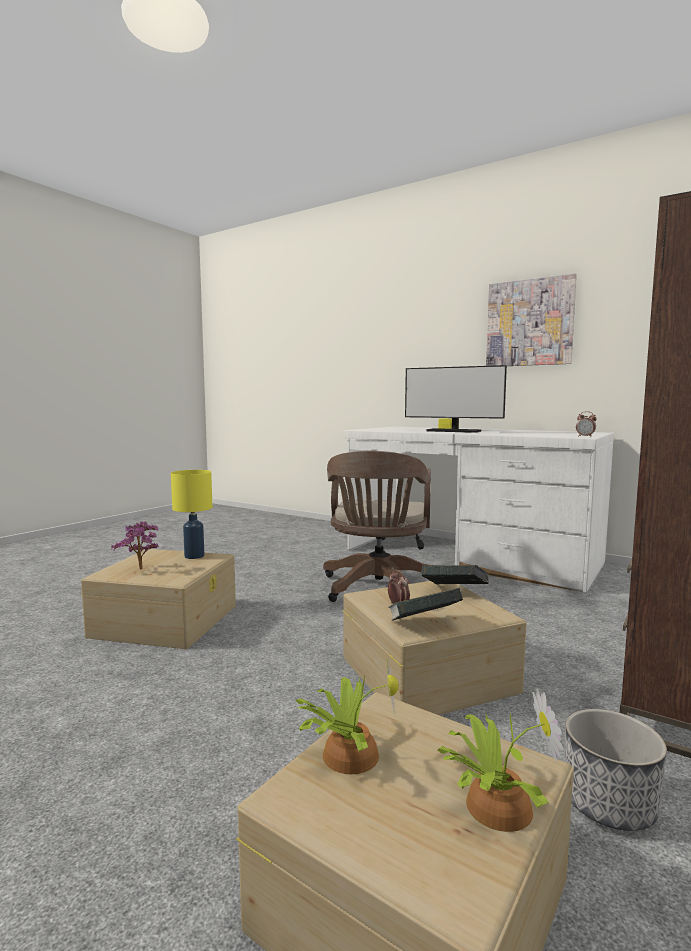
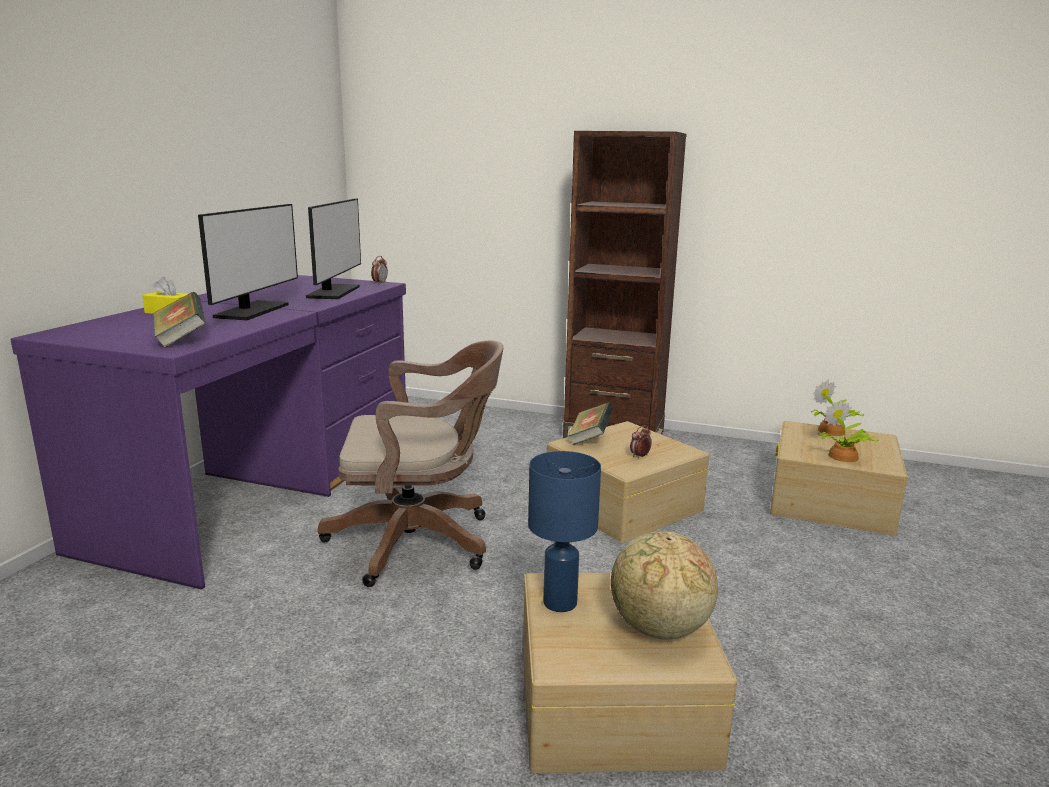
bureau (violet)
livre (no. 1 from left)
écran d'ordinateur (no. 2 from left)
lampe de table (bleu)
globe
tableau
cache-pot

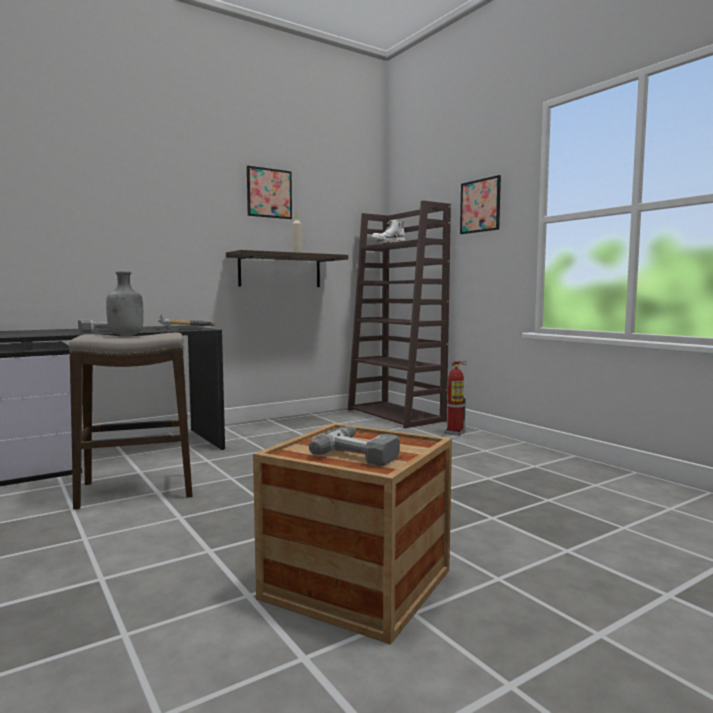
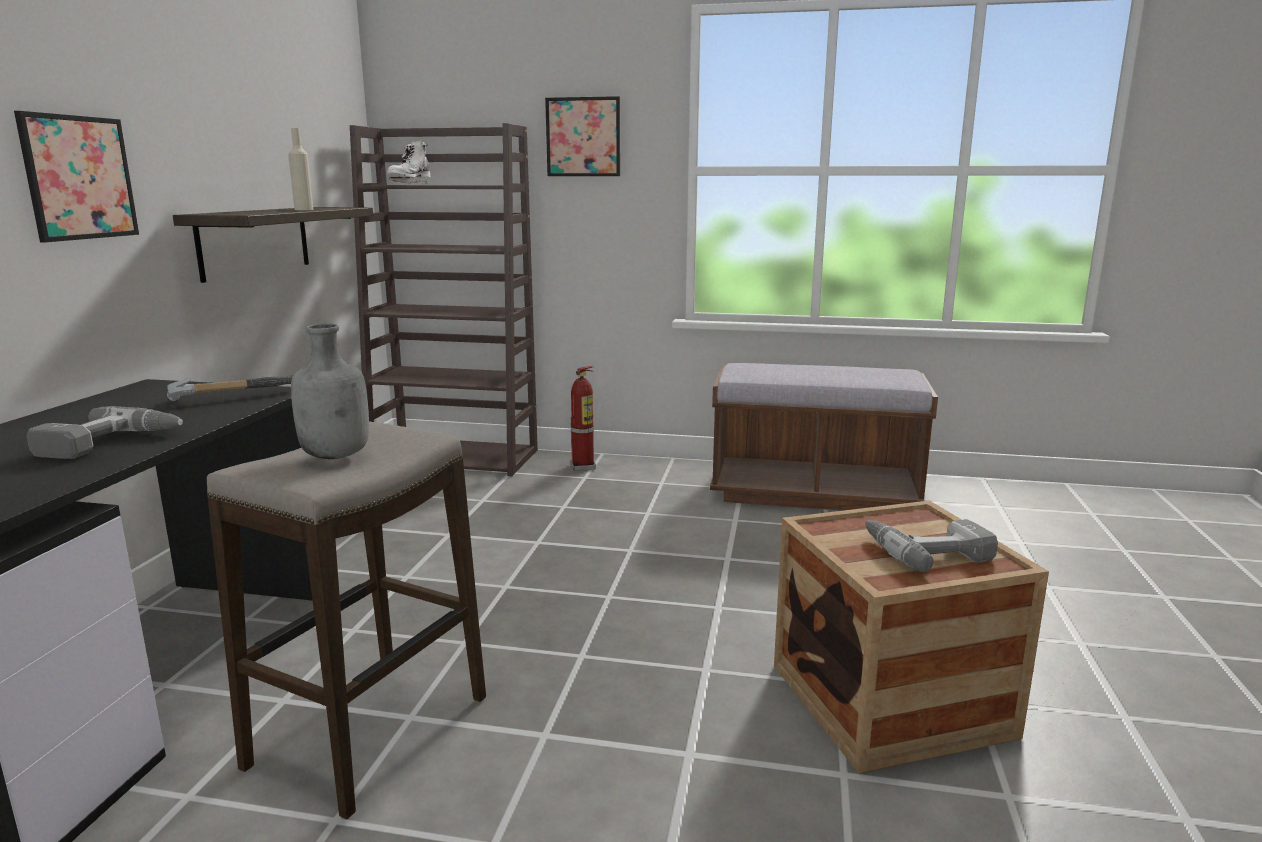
tableau (no. 1 from left)
banc (marron)

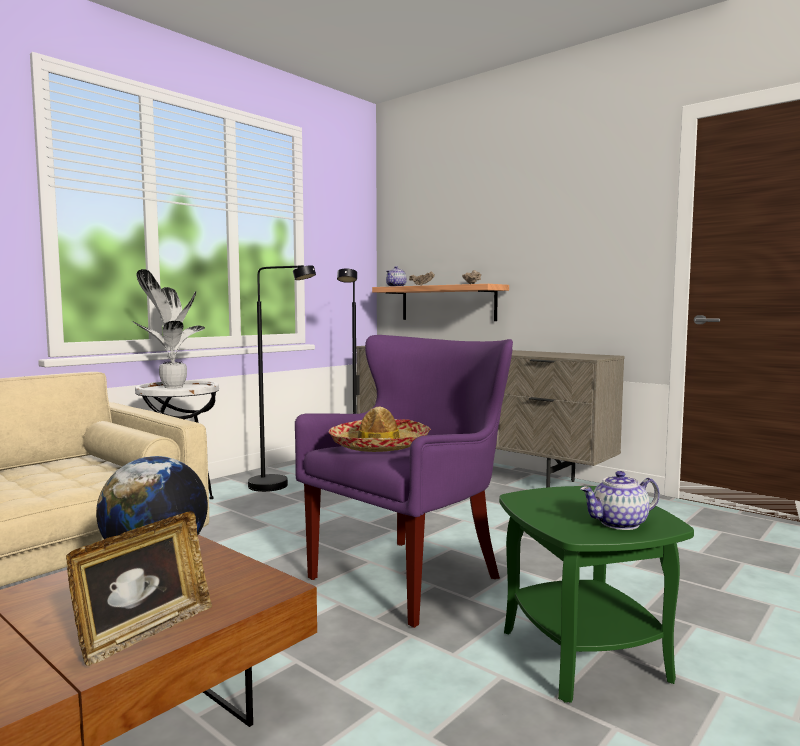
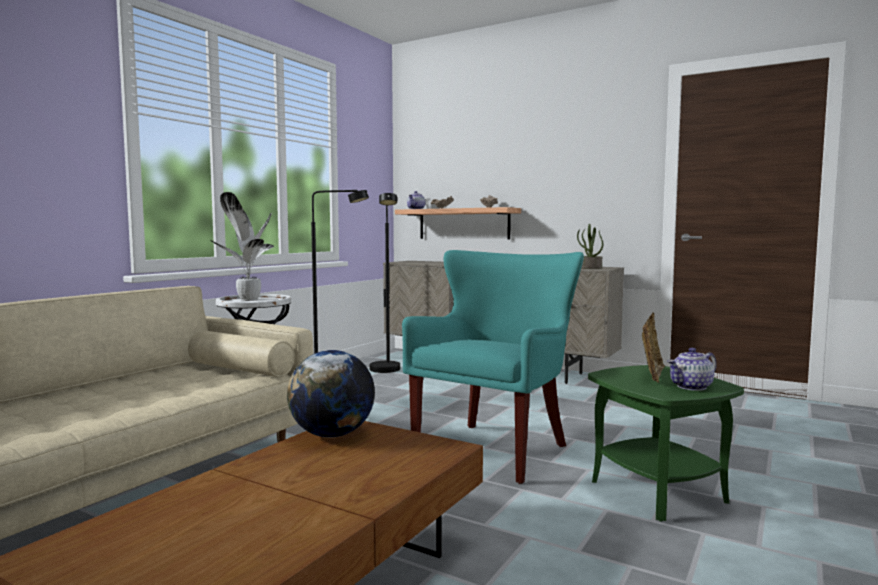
fauteuil (turquoise)
plante en pot (no. 2 from left)
cadre photo
chapeau

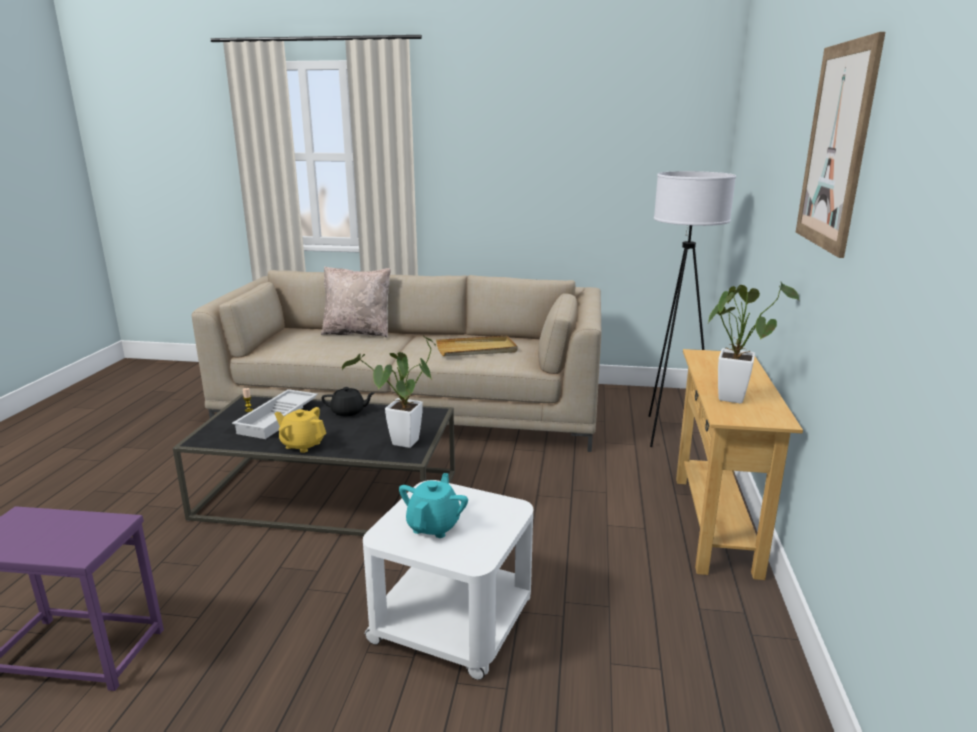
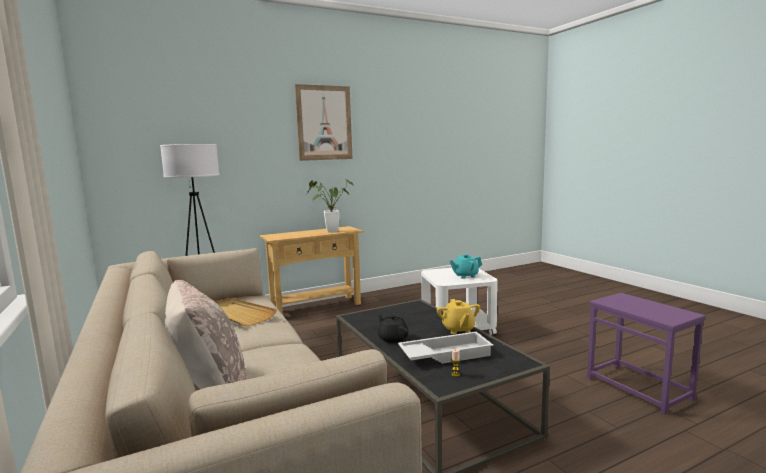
plante en pot (no. 1 from left in the first image)

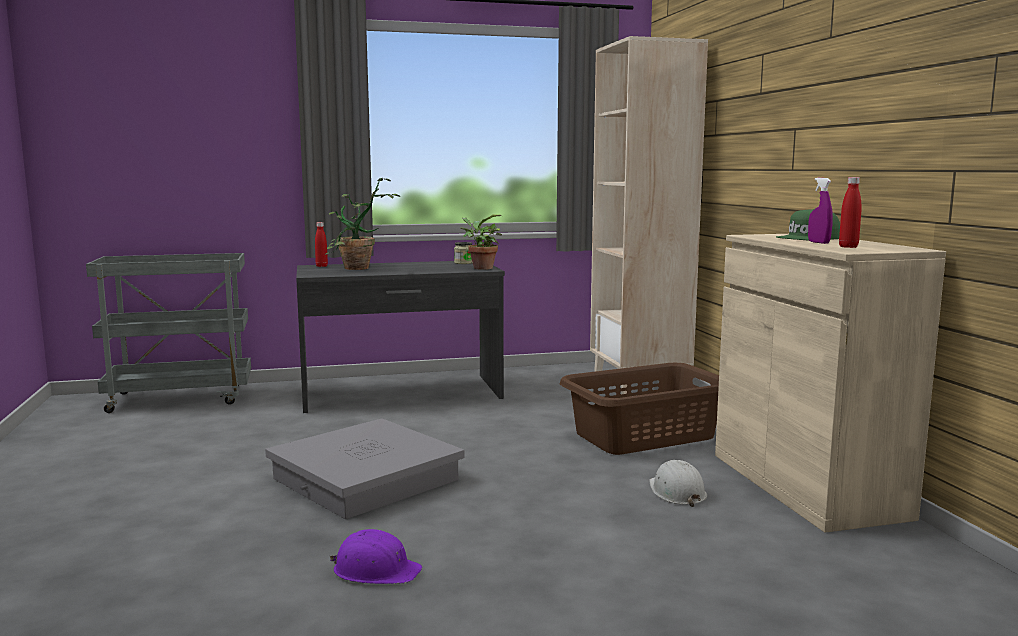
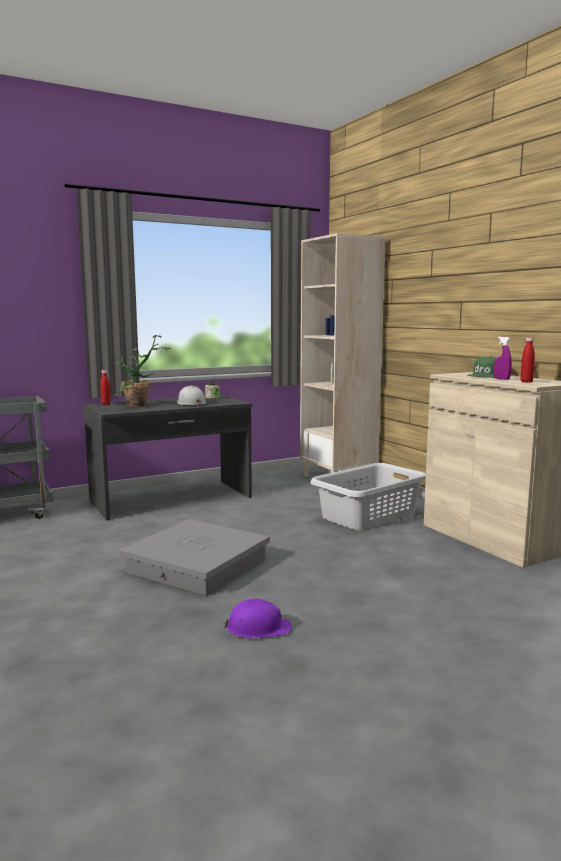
casque de chantier (blanc)
panier à linge (gris)
plante en pot (no. 2 from left in the first image)

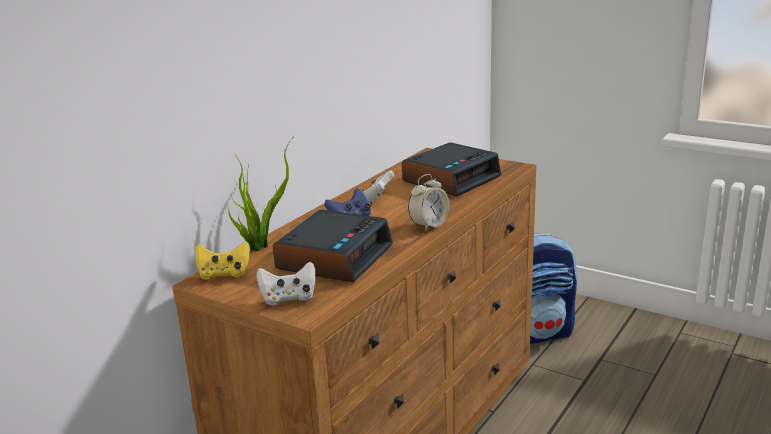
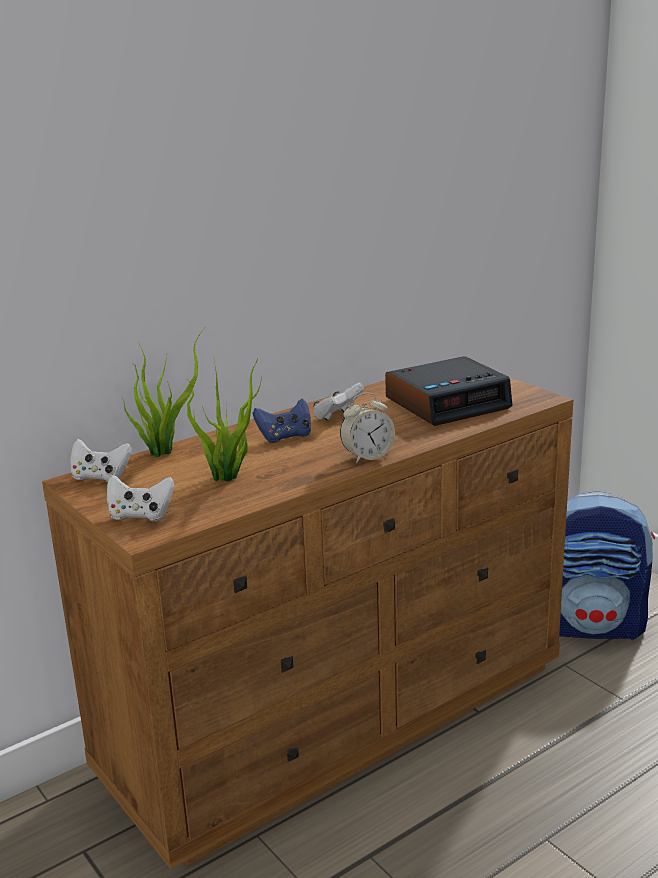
manette (blanc) (no. 1 from left)
plante en pot (no. 2 from left)

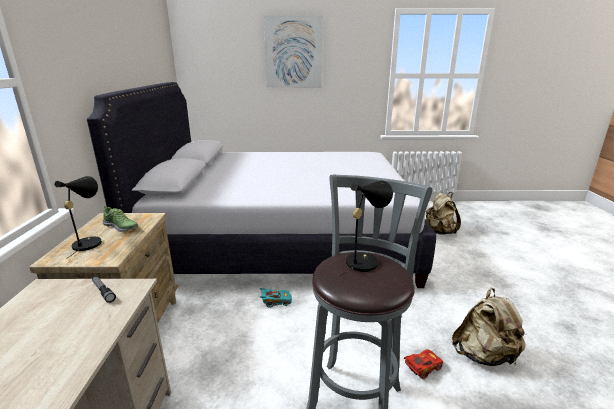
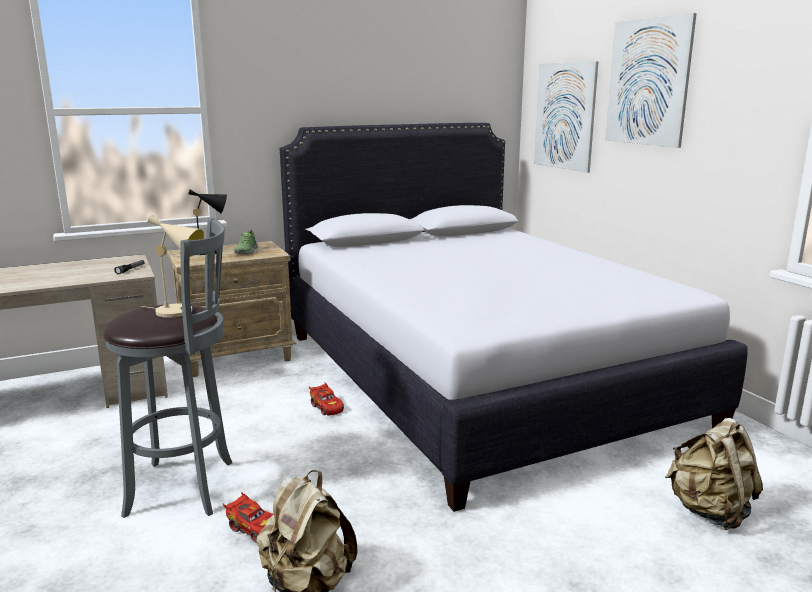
lampe de table (beige)
petite voiture (rouge) (no. 2 from left)
tableau (no. 1 from left)

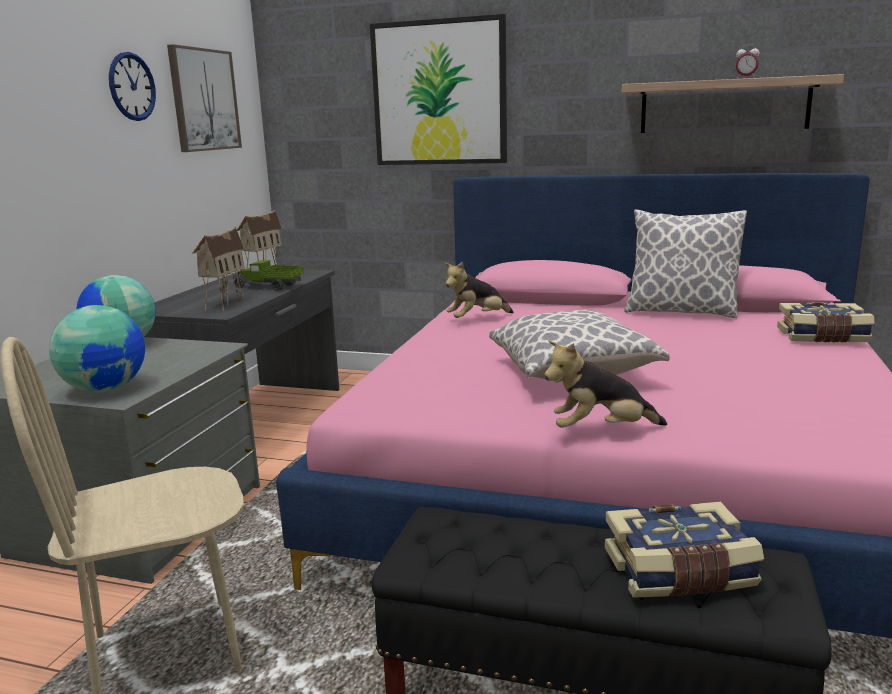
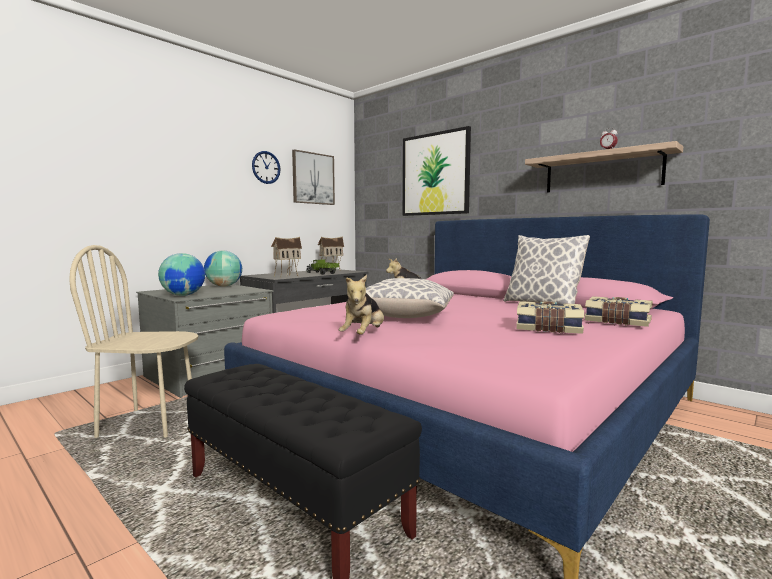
peluche (no. 1 from left)
livre (no. 1 from left)

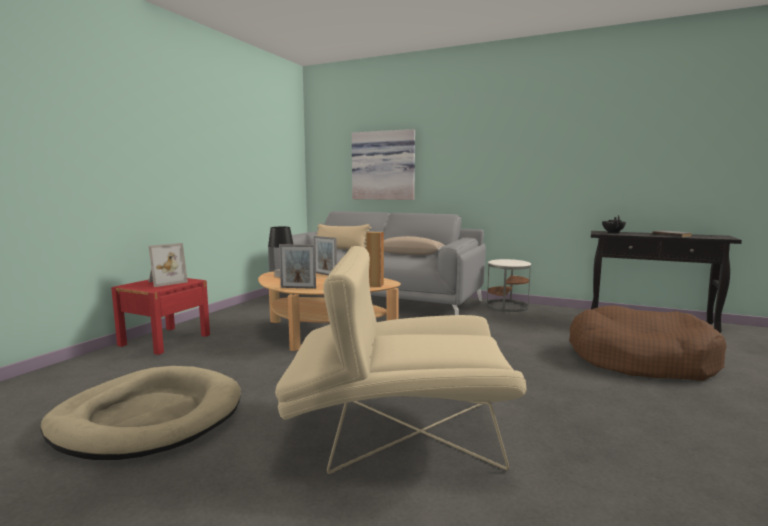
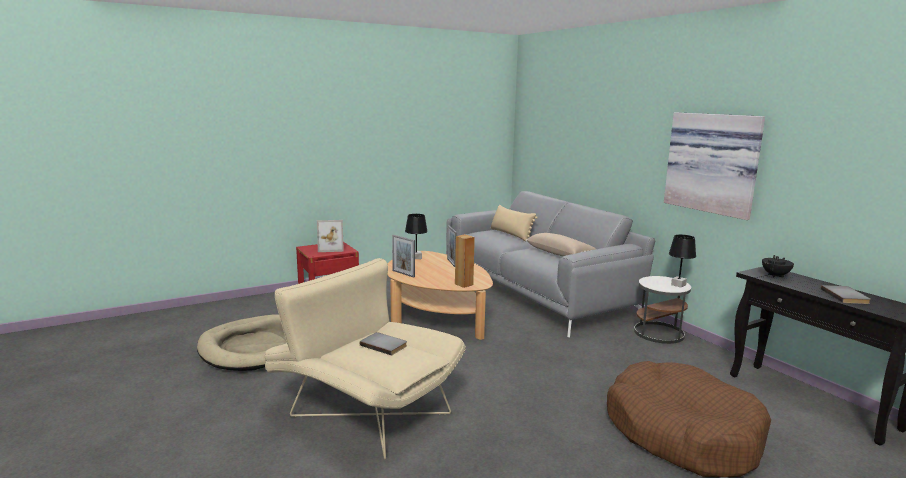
livre (gris) (no. 1 from left)
tableau
lampe de table (noir) (no. 2 from left)

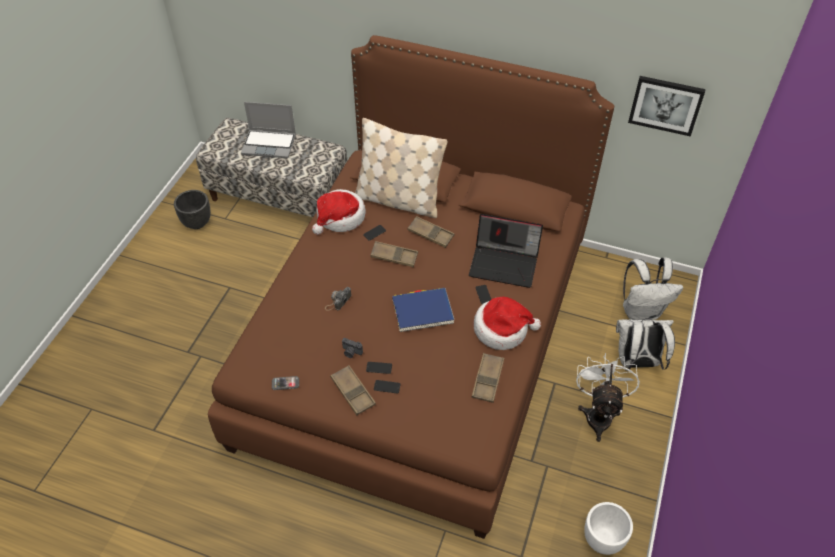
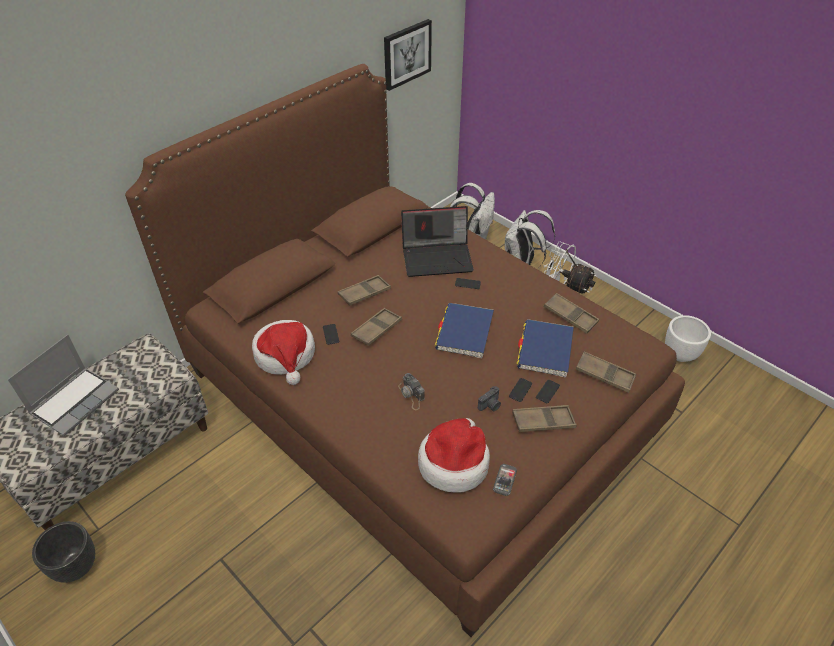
ordinateur portable (no. 2 from left)
chapeau (no. 2 from left)
livre (bleu) (no. 2 from left)
plateau (marron) (no. 5 from left)
coussin (beige)

